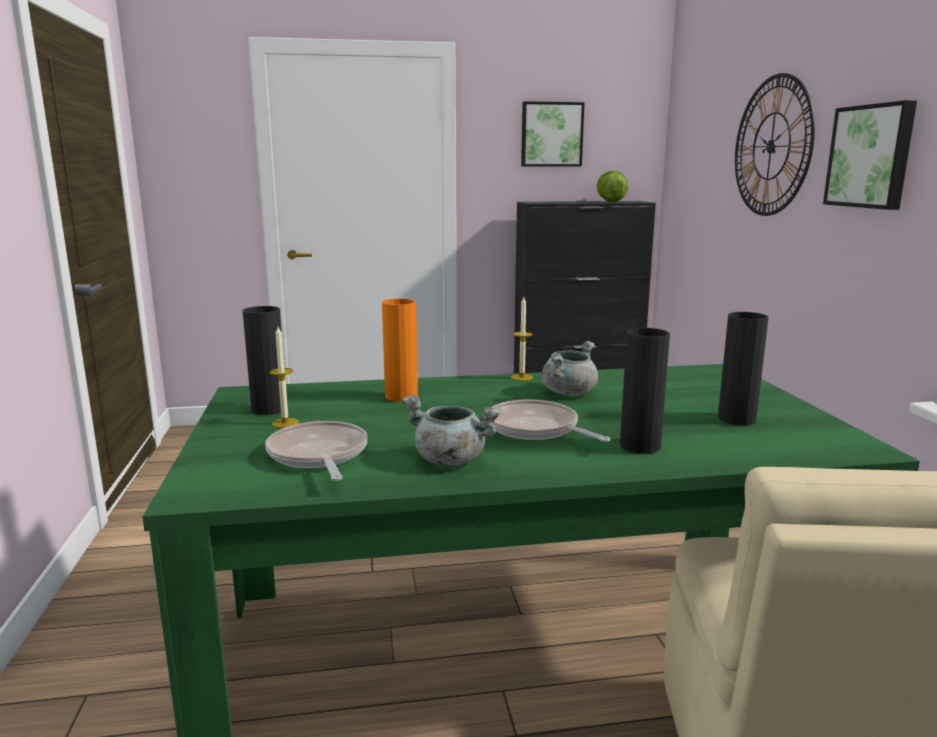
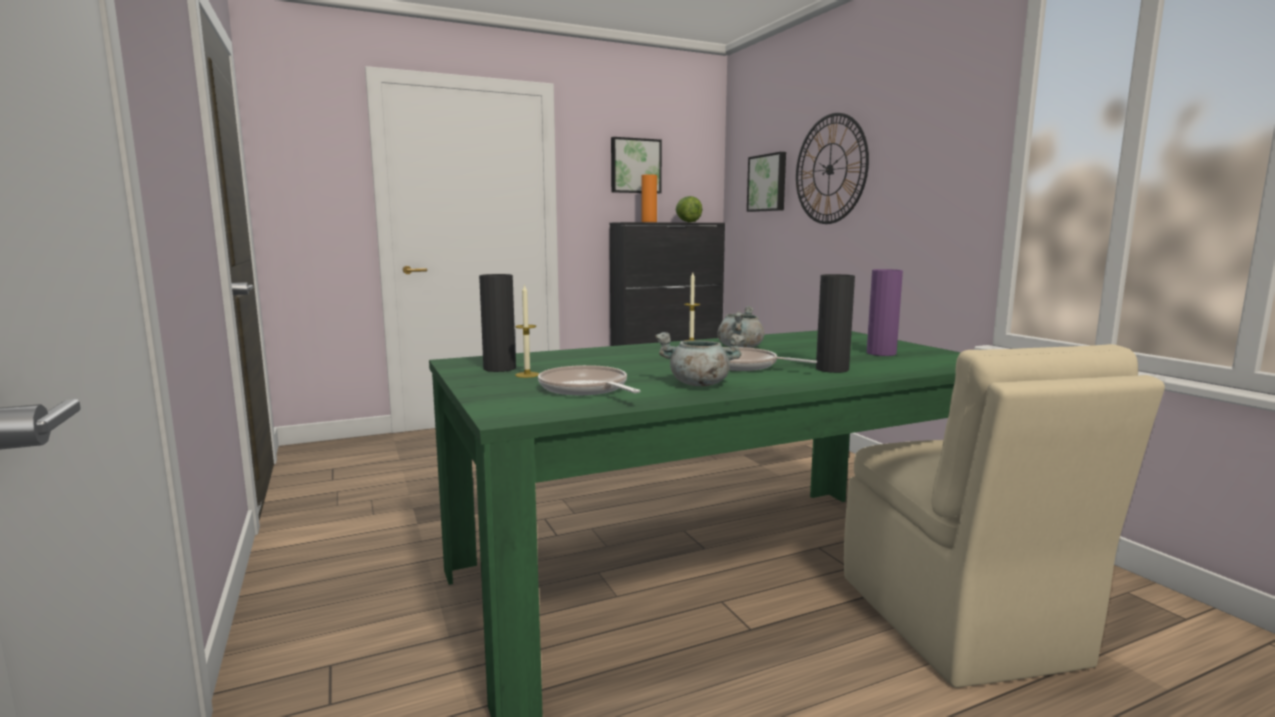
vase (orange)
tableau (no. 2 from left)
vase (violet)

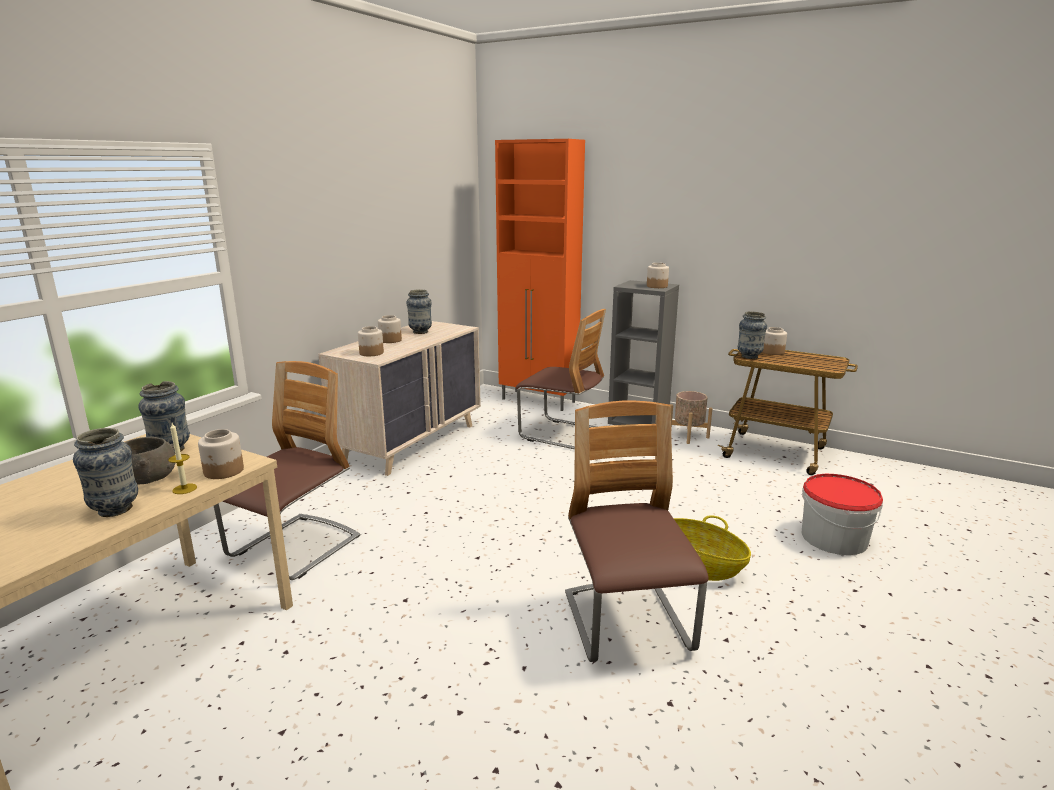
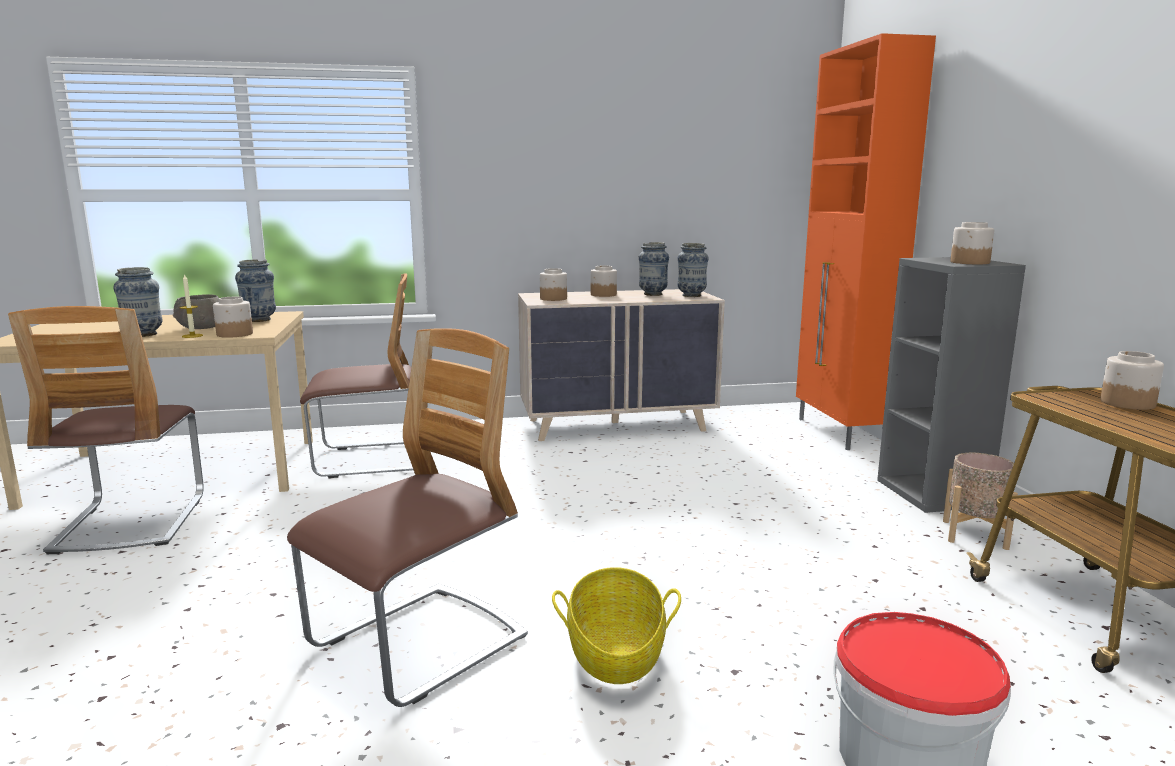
chaise (no. 1 from left)
vase (no. 4 from left)

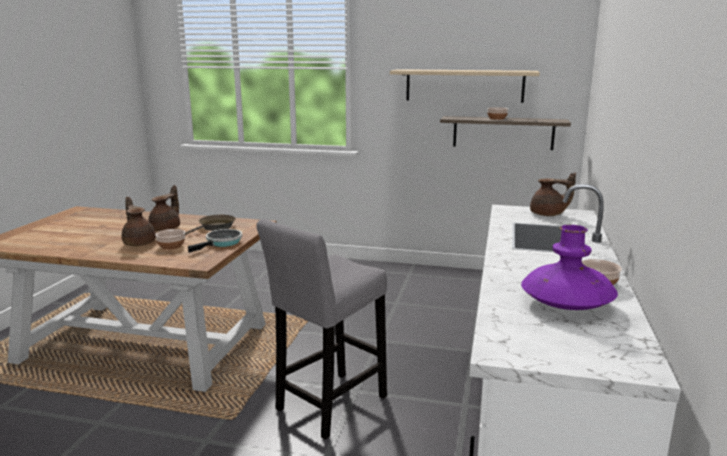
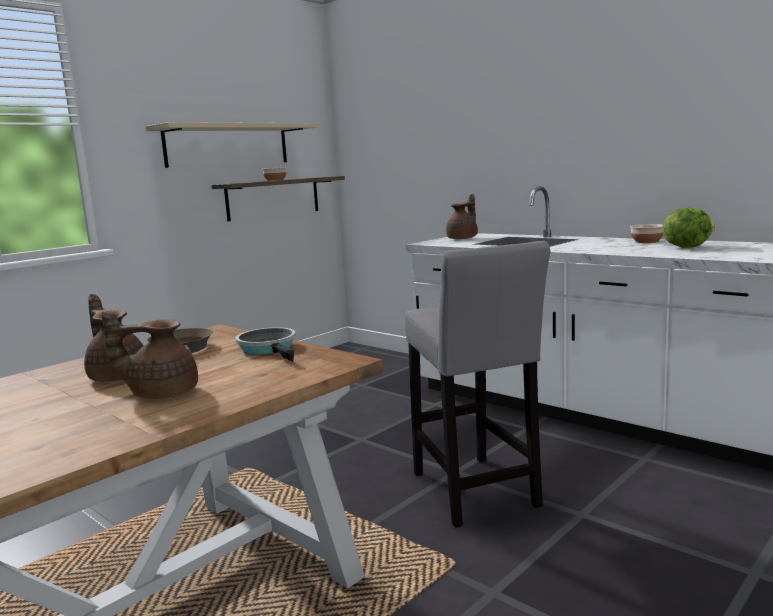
laitue
bol (no. 1 from left in the first image)

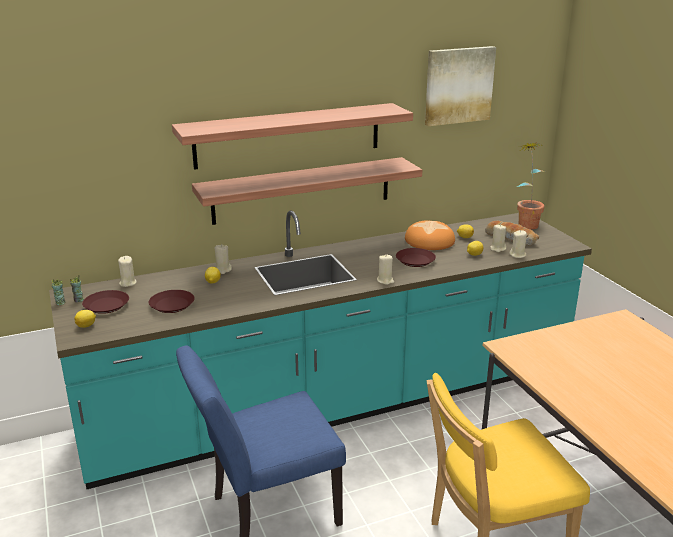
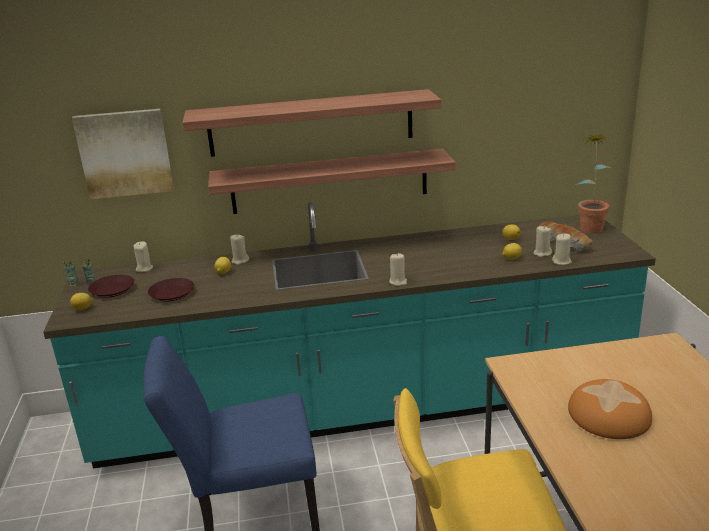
tableau
pain (no. 2 from left)
assiette (marron) (no. 3 from left in the first image)

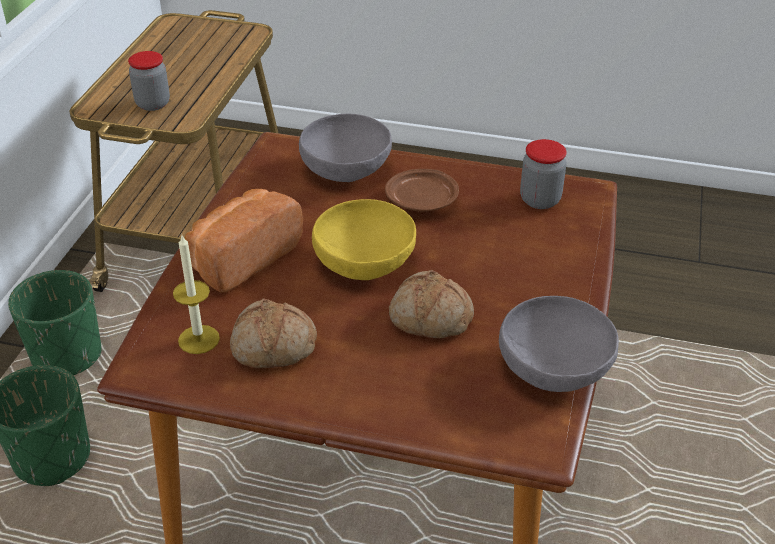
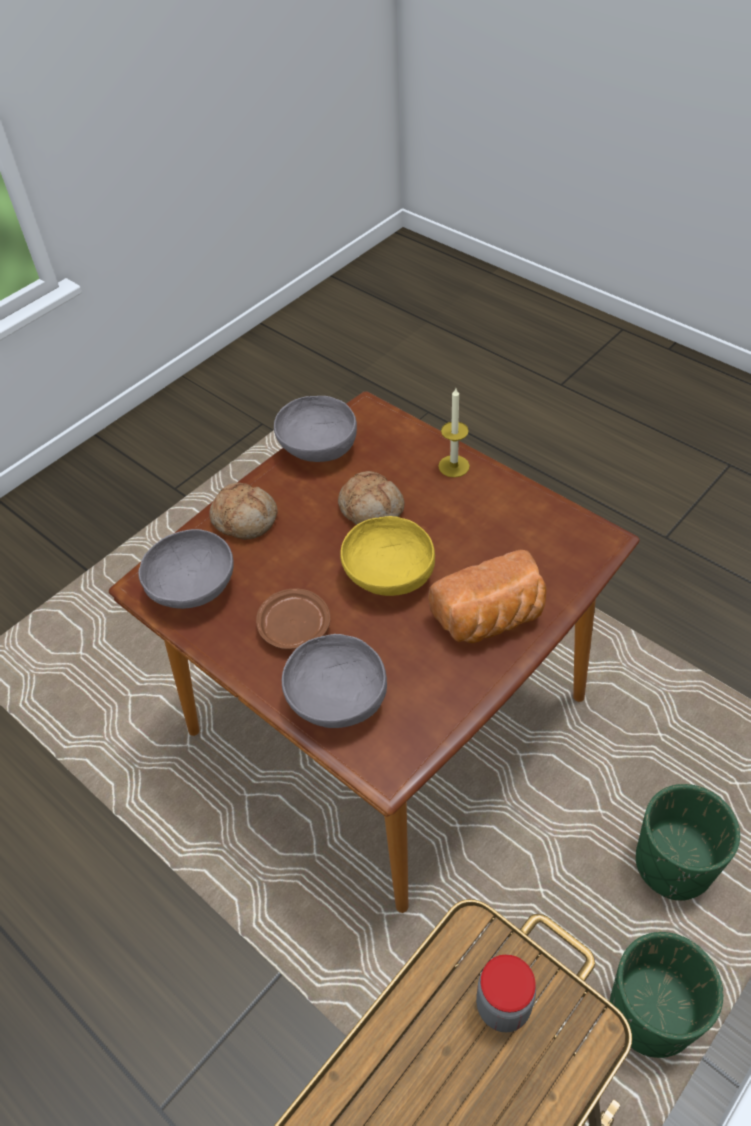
bol (gris) (no. 1 from left)
pain (no. 1 from left)
bougie

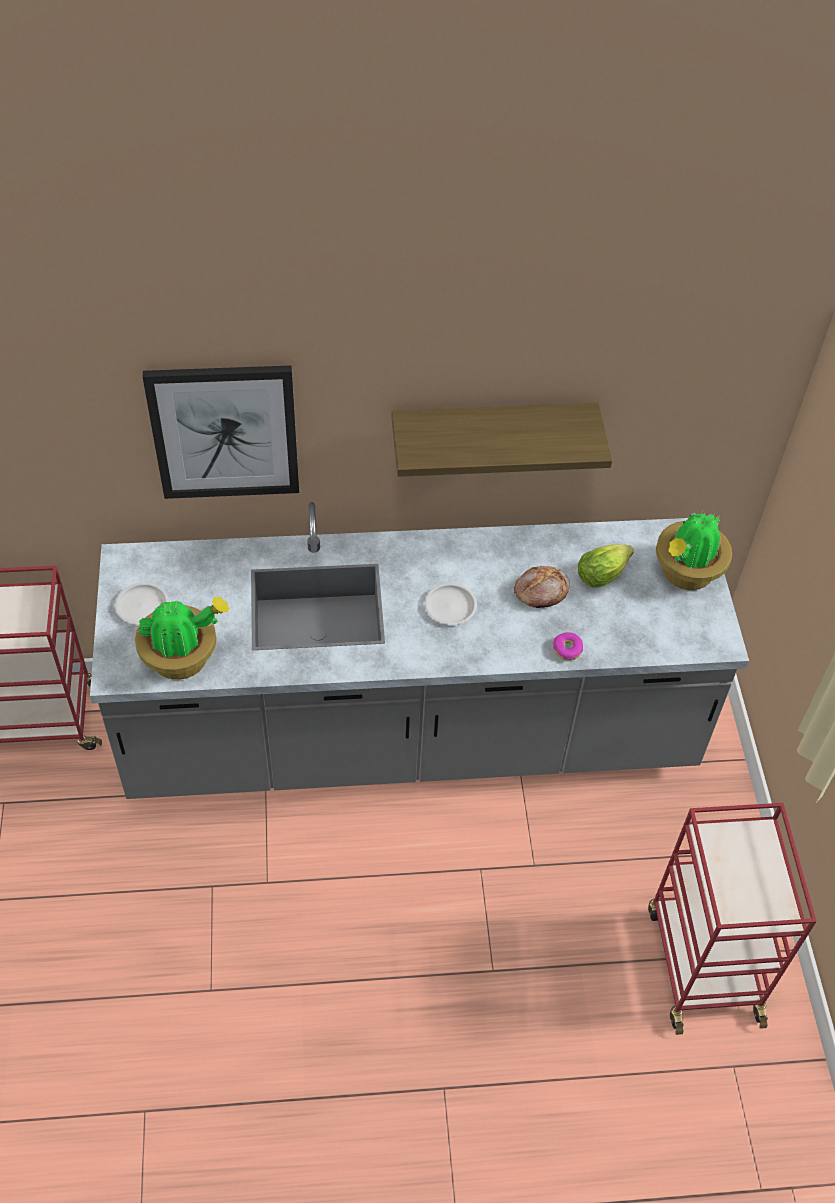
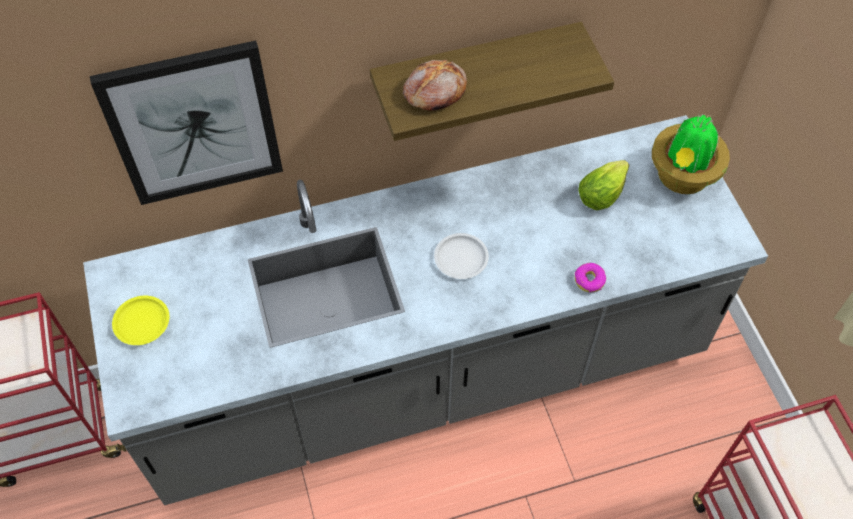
assiette (jaune)
pain
plante en pot (no. 1 from left in the first image)

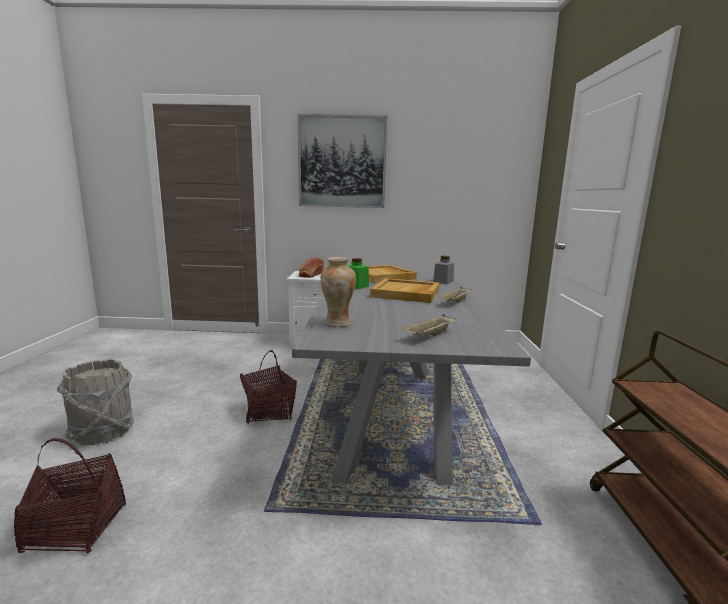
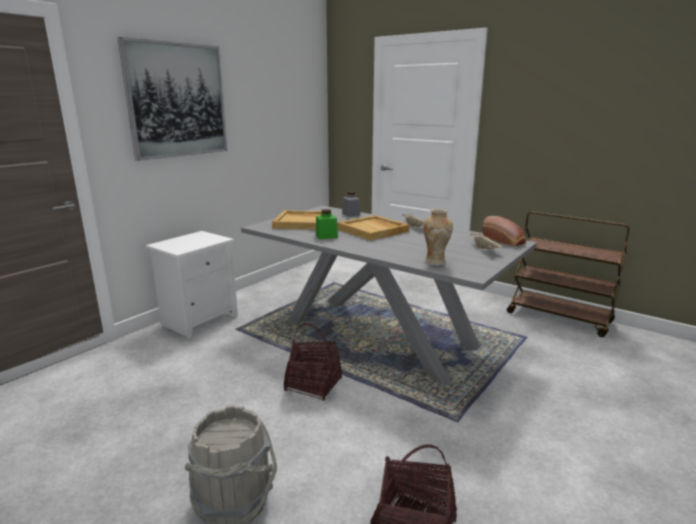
pain

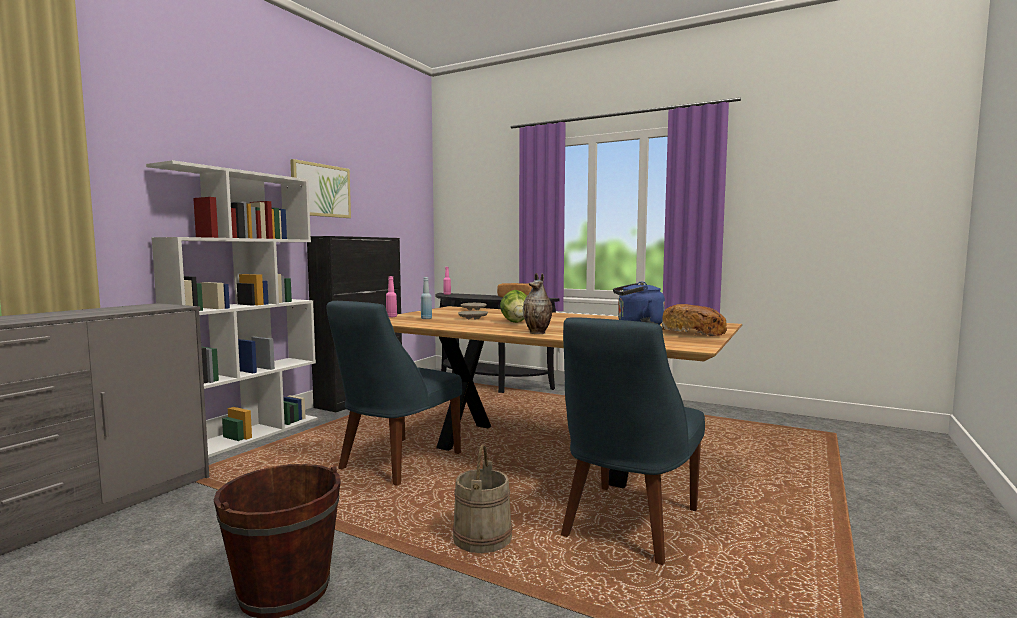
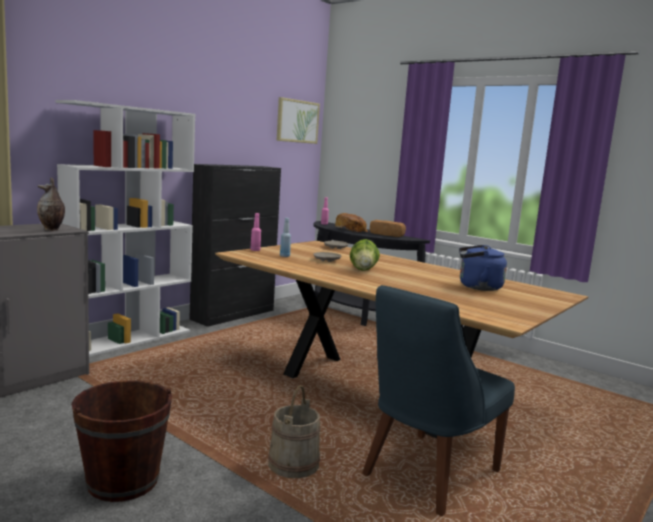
vase
tableau
pain (no. 1 from left)
chaise (bleu) (no. 1 from left in the first image)

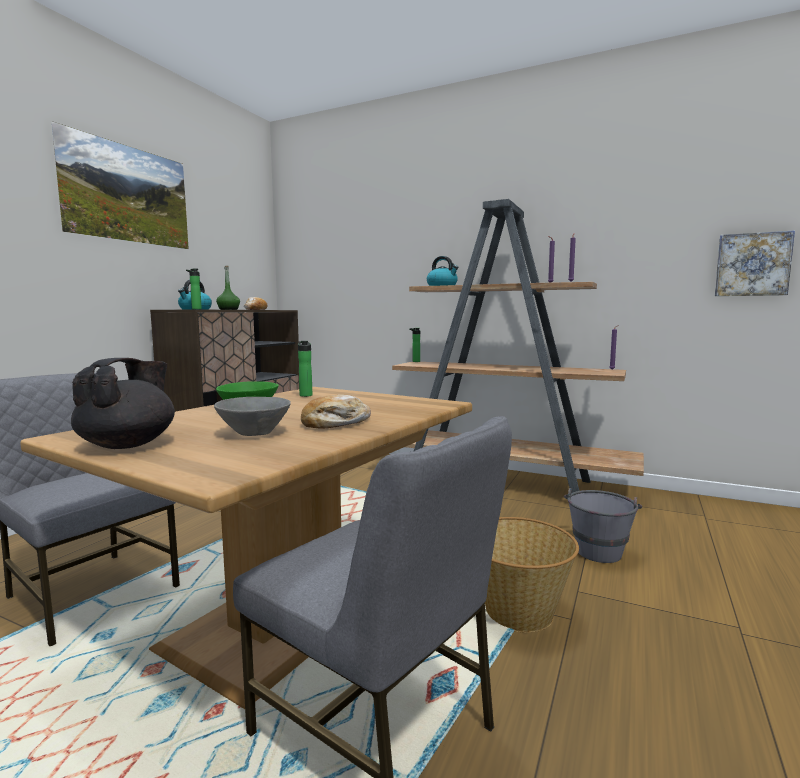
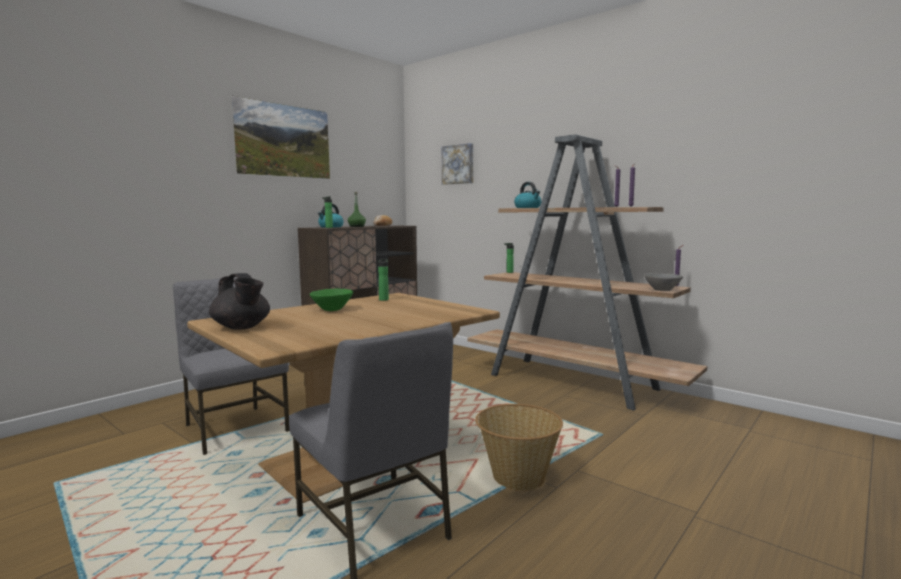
théière (noir)
tableau (no. 2 from left)
bol (gris)
pain (no. 2 from left in the first image)
seau (gris)

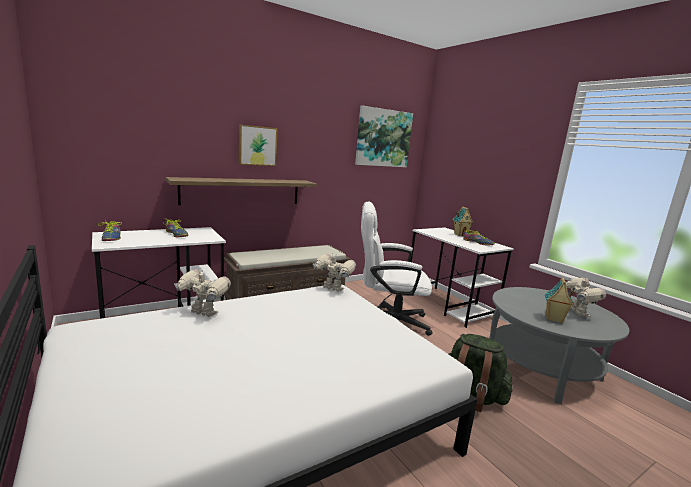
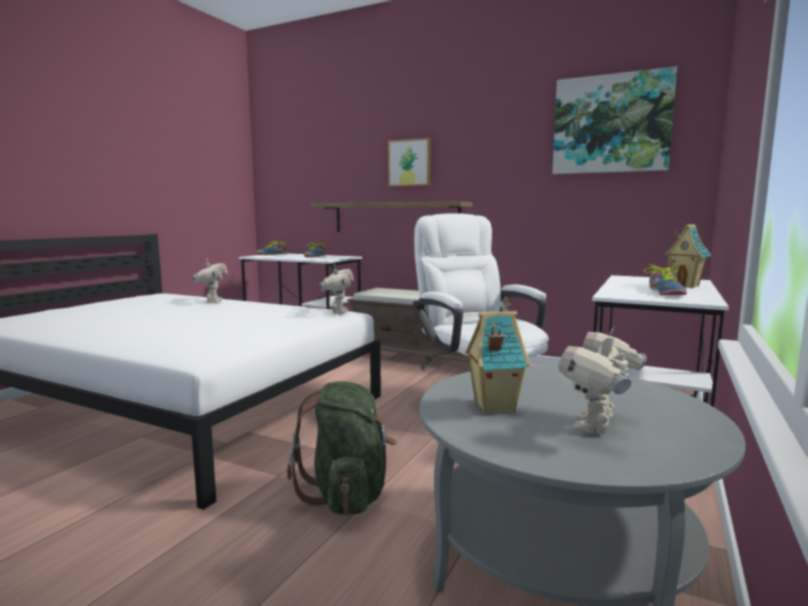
robot jouet (no. 3 from left)

